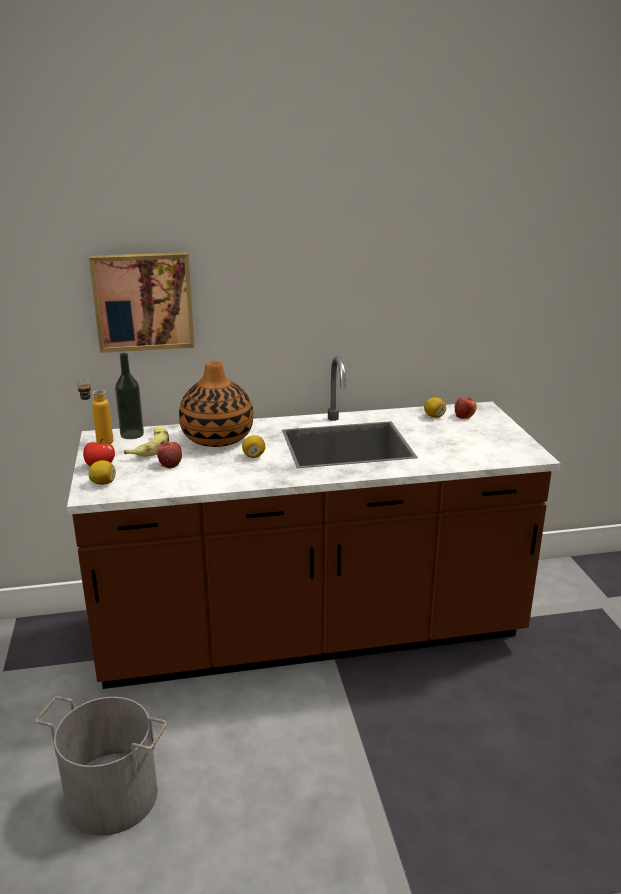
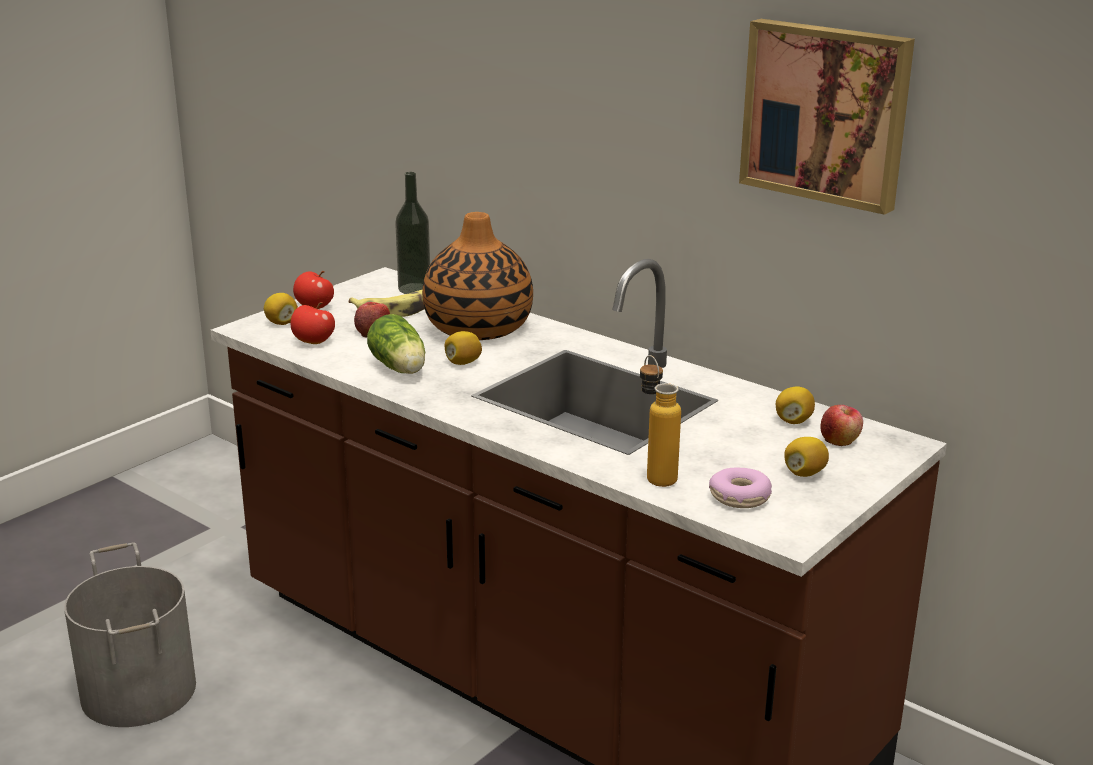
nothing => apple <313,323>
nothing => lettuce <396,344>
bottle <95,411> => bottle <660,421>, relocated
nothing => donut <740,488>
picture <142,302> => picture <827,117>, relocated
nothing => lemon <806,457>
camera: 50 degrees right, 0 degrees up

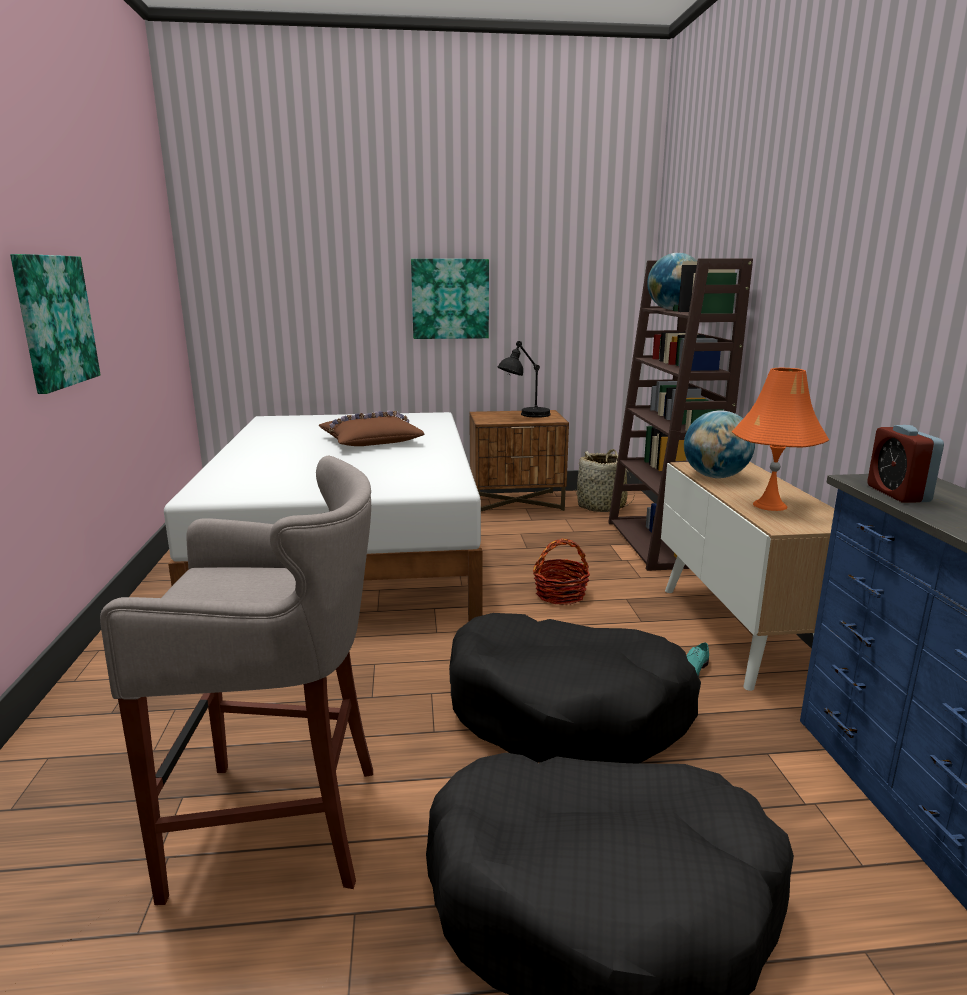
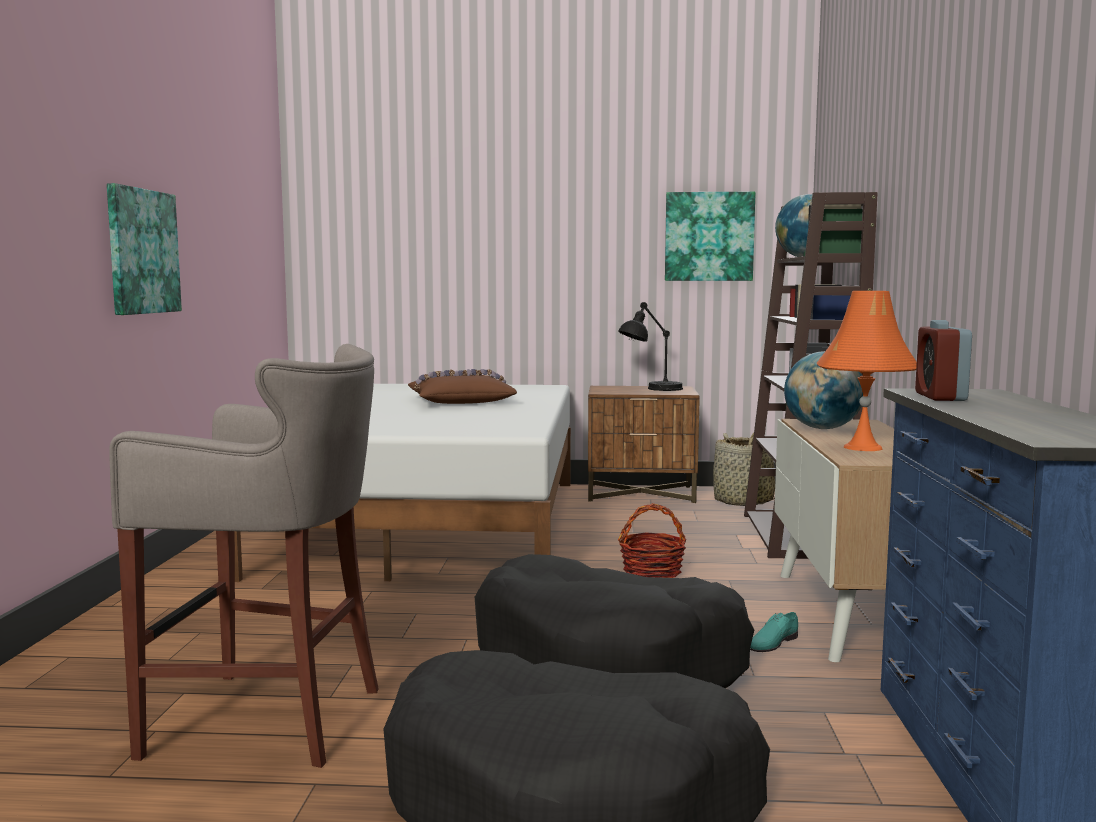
picture <450,299> => picture <710,236>, relocated
camera: 10 degrees right, 10 degrees down

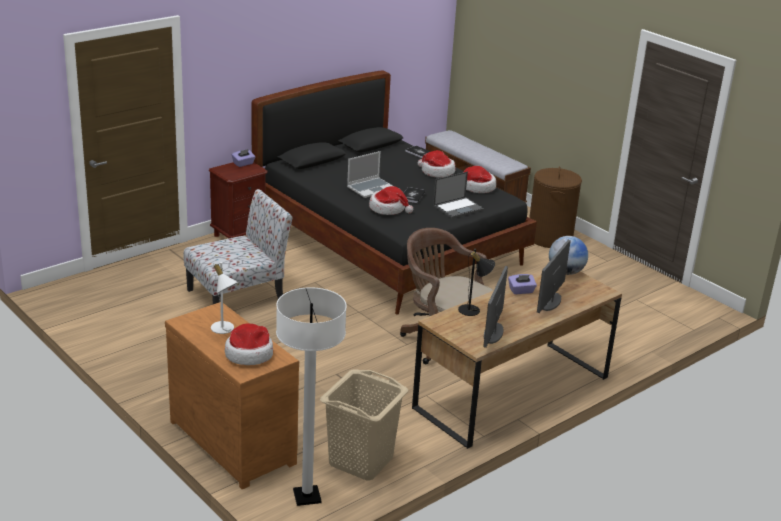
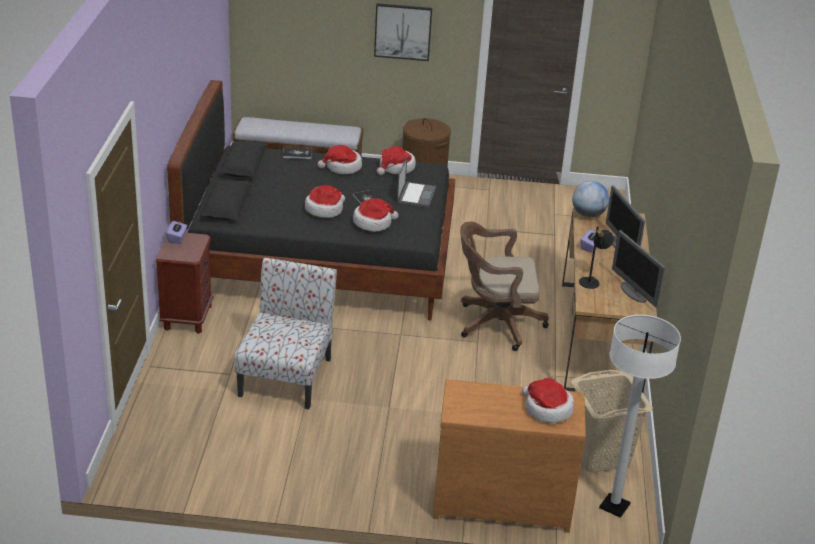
laptop <370,174> => hat <325,201>
nothing => picture <403,32>
white_table_lamp <224,298> => nothing
camera: 45 degrees left, 5 degrees up

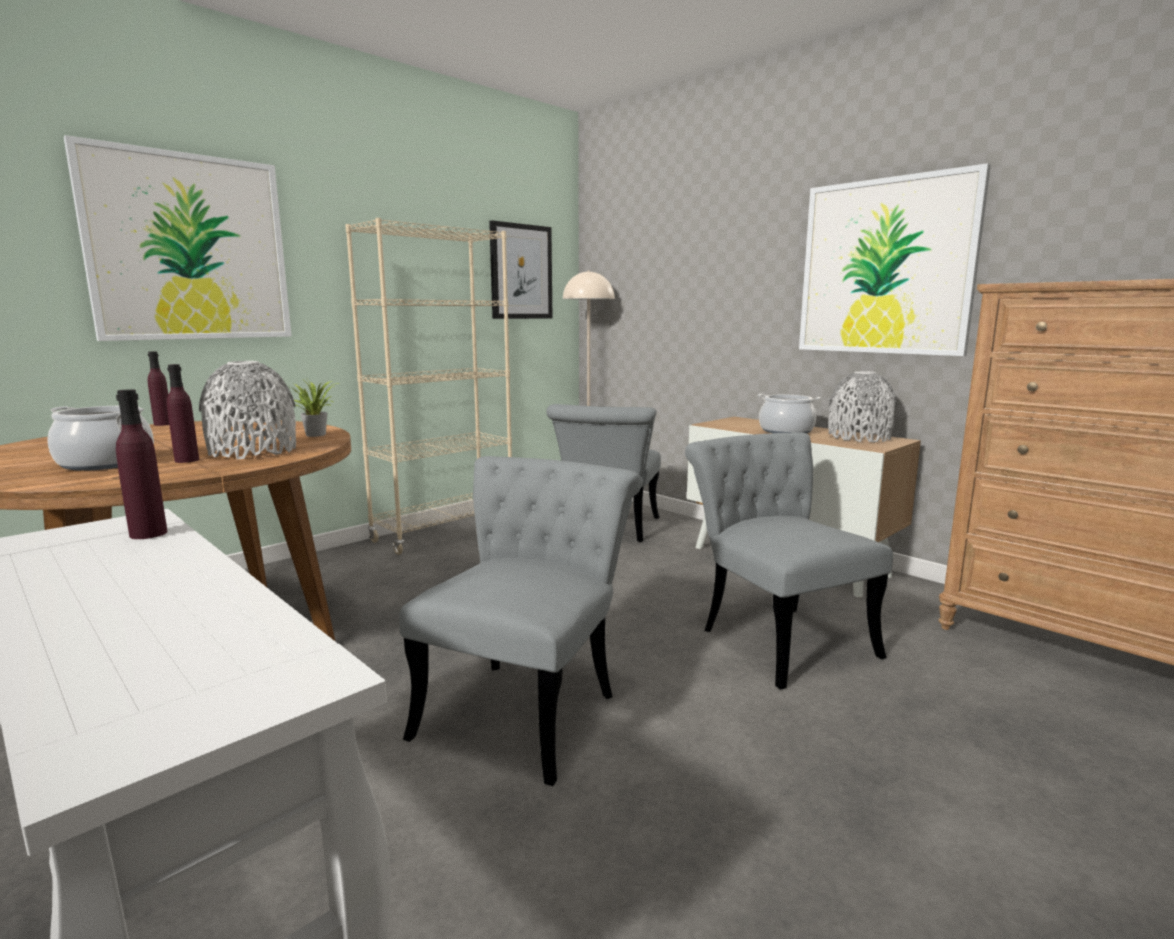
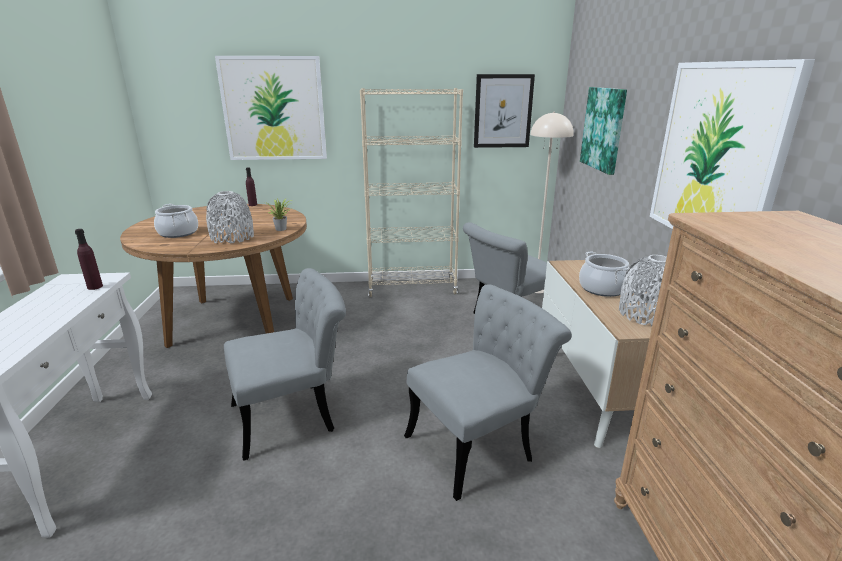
grey_chair <789,561> => grey_chair <488,392>, 45 degrees clockwise
nothing => picture <603,131>
purple_bottle <183,413> => nothing
camera: 40 degrees right, 10 degrees up

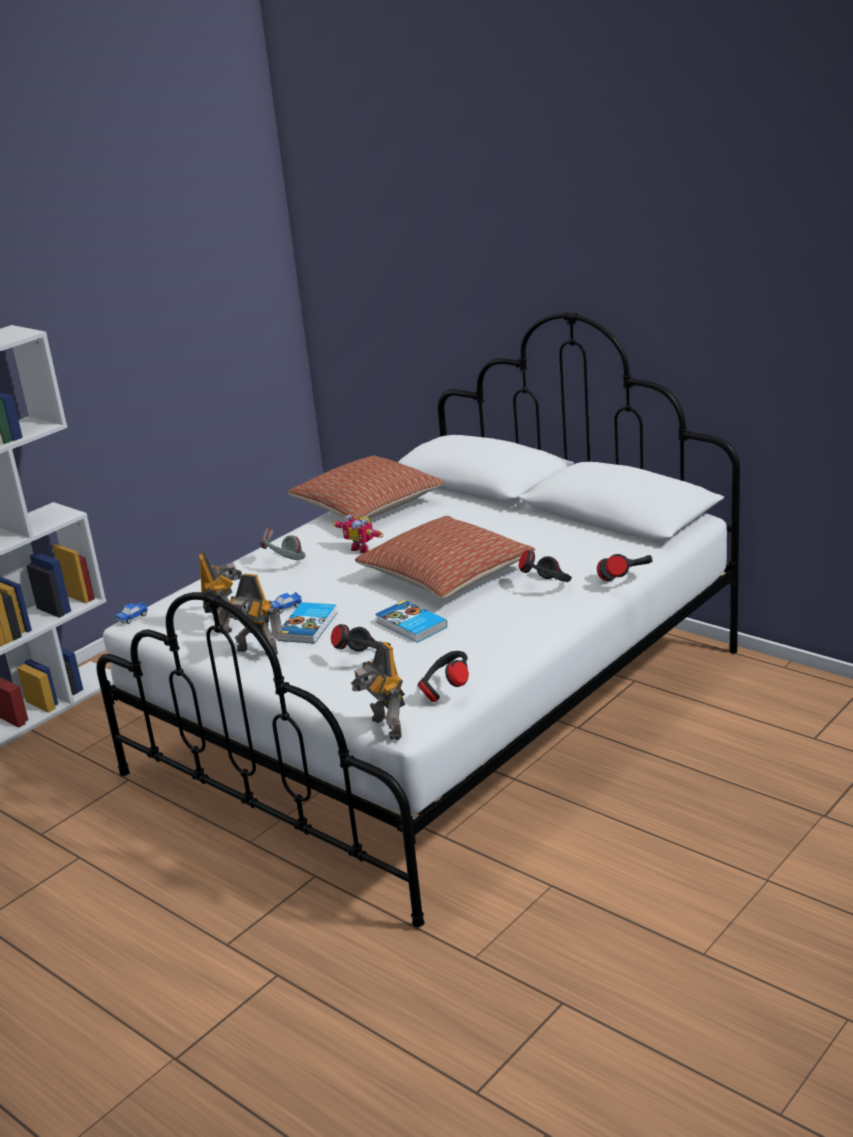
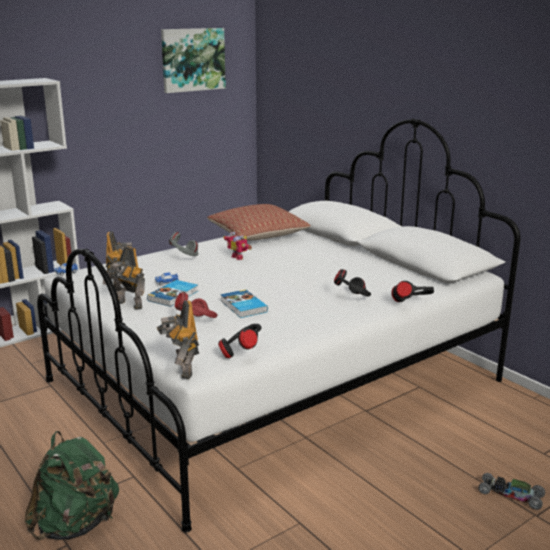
nothing => green_backpack <71,485>
nothing => picture <193,60>
black_headphones <361,638> => red_headphones <196,305>
nothing => toy_car <511,491>
pillow <445,557> => nothing
camera: 10 degrees right, 5 degrees down

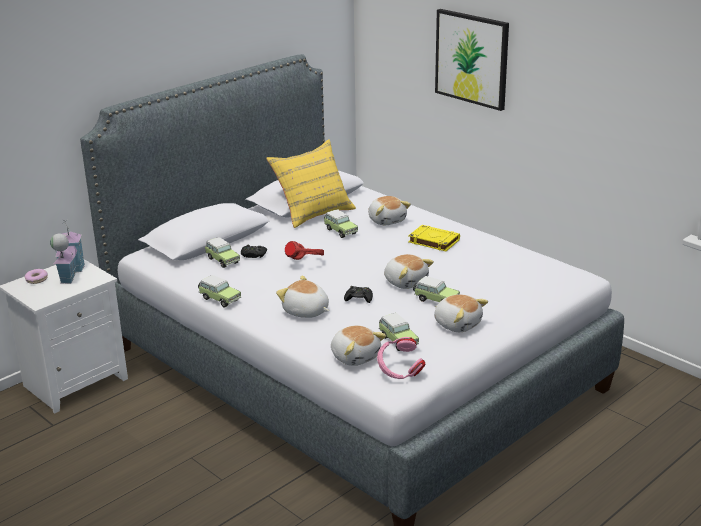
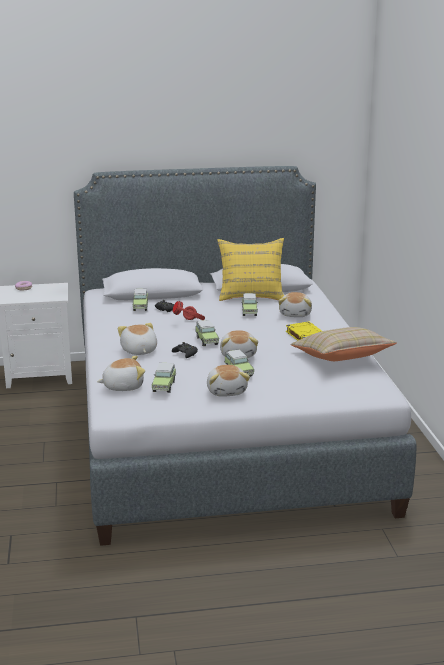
plush_toy <358,345> => plush_toy <121,373>, 105 degrees counterclockwise
toy_car <219,291> => toy_car <207,333>, relocated
nothing => beige_pillow <343,344>
toy_house <67,251> => nothing
pink_headphones <401,358> => nothing
picture <472,60> => nothing
camera: 35 degrees right, 5 degrees down

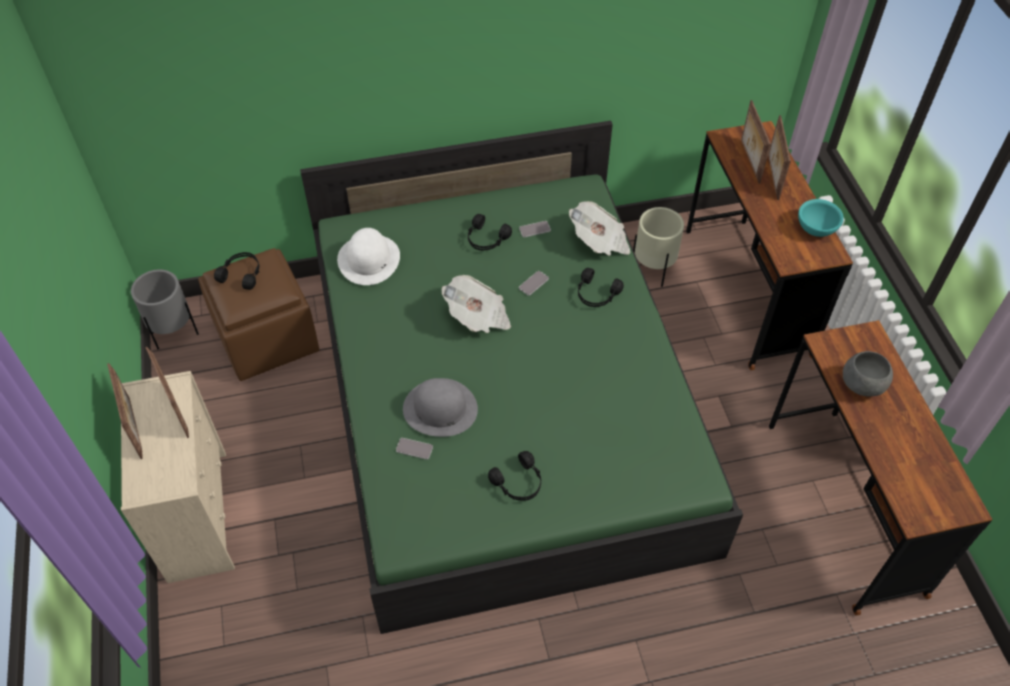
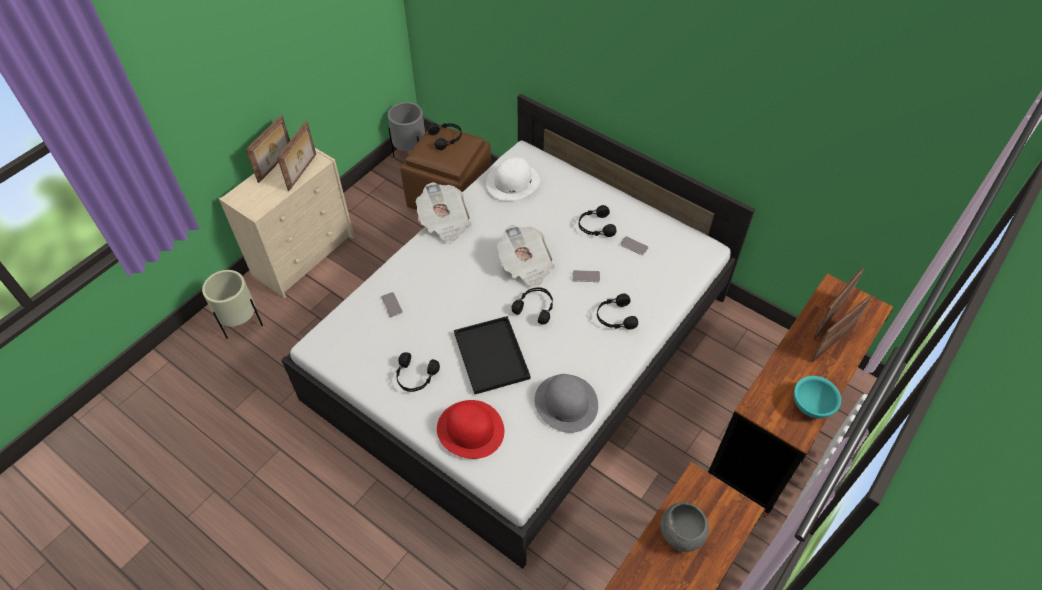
beige_planter <658,247> => beige_planter <232,304>, relocated
green_bed <521,377> => white_bed <518,331>
newspaper <600,228> => newspaper <444,213>, relocated
nothing => red_hat <470,429>
nothing => black_tray <492,355>
nothing => black_headphones <532,306>
grey_hat <440,407> => grey_hat <566,403>, relocated
camera: 50 degrees right, 0 degrees up

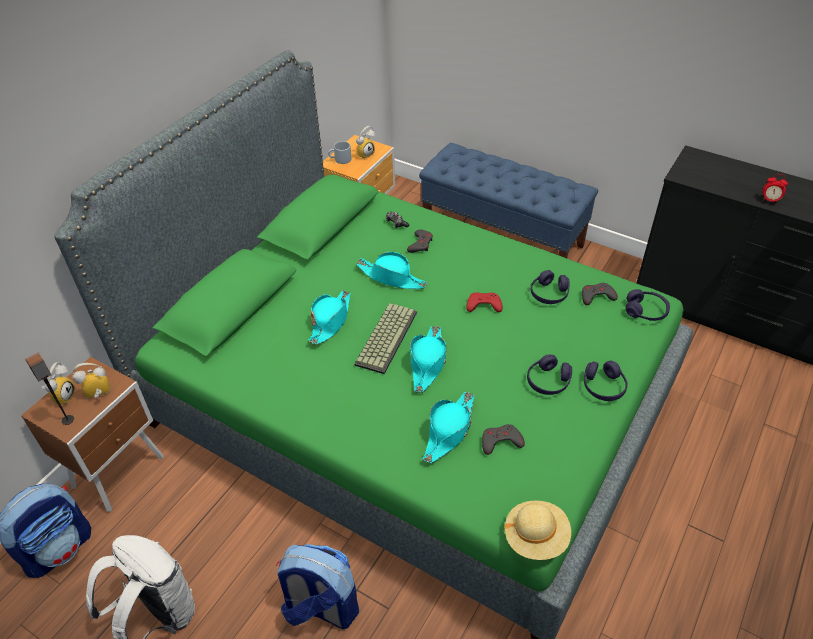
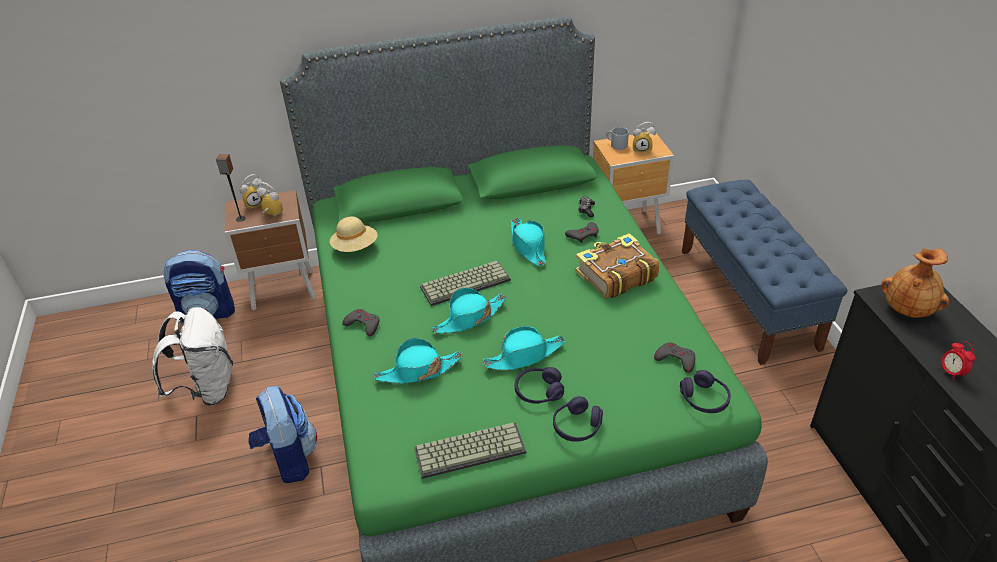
beige_hat <537,530> => beige_hat <354,234>, relocated
grey_game_controller <503,439> => grey_game_controller <360,322>, relocated
nothing => keyboard <470,451>
turquoise_hat <330,317> => turquoise_hat <524,348>, relocated
nothing => book <617,265>
nothing => brown_vase <915,283>
red_game_controller <484,302> => nothing
purple_headphones <550,287> => nothing
camera: 45 degrees right, 5 degrees down

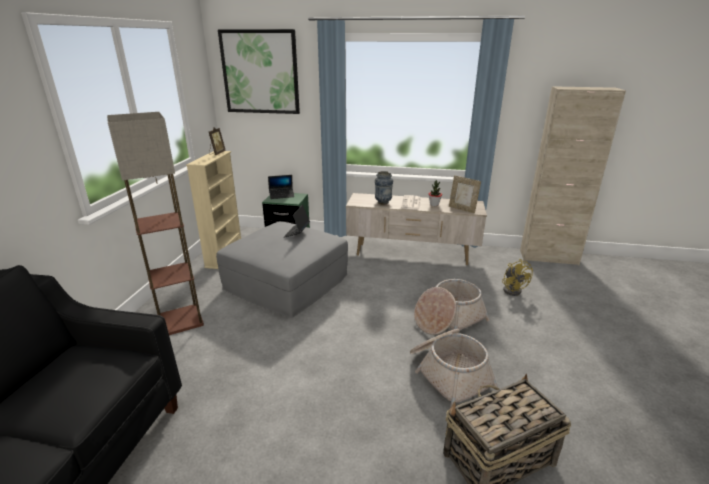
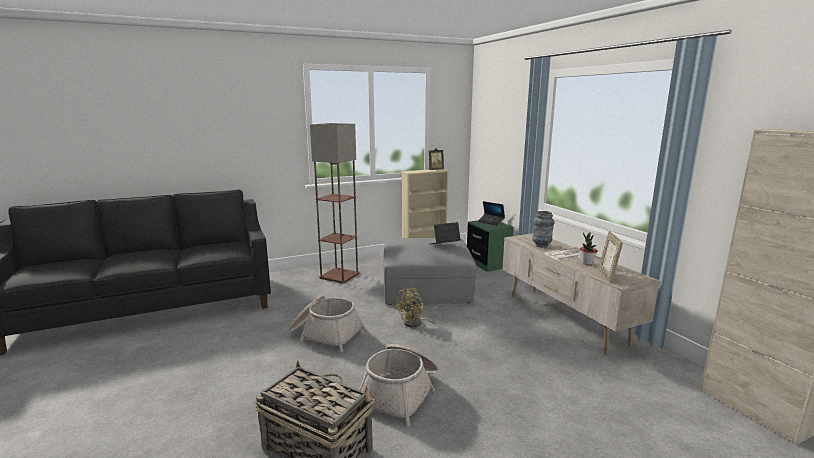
basket <452,307> => basket <327,323>, relocated
yellow_fan <517,277> => yellow_fan <419,308>, relocated
picture <259,71> => nothing
camera: 55 degrees right, 10 degrees down

